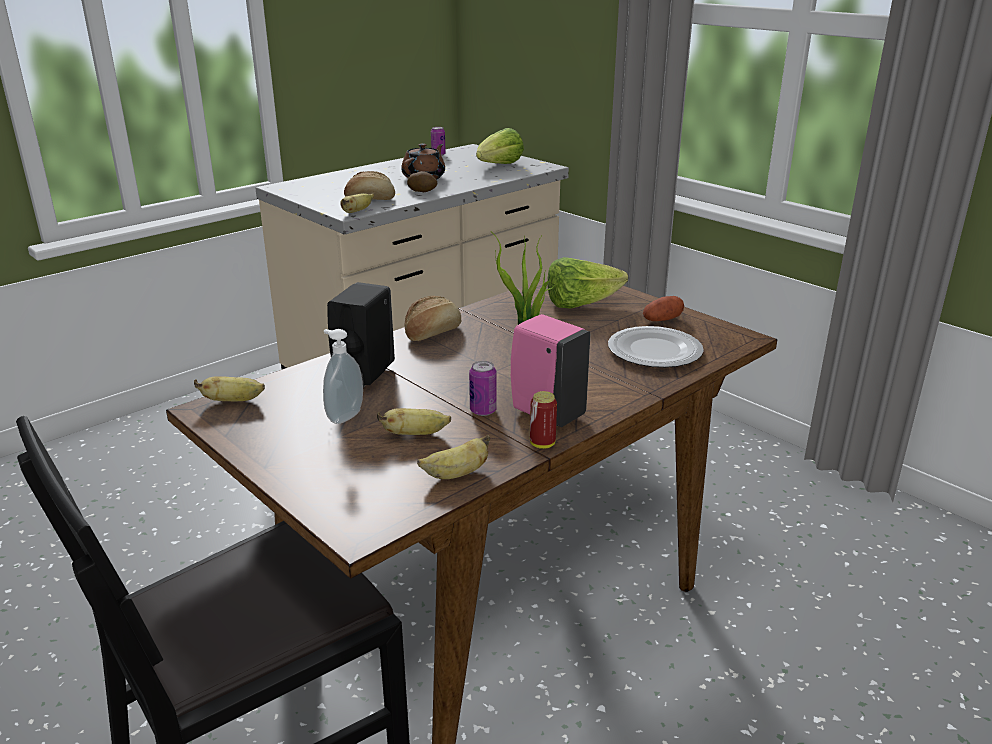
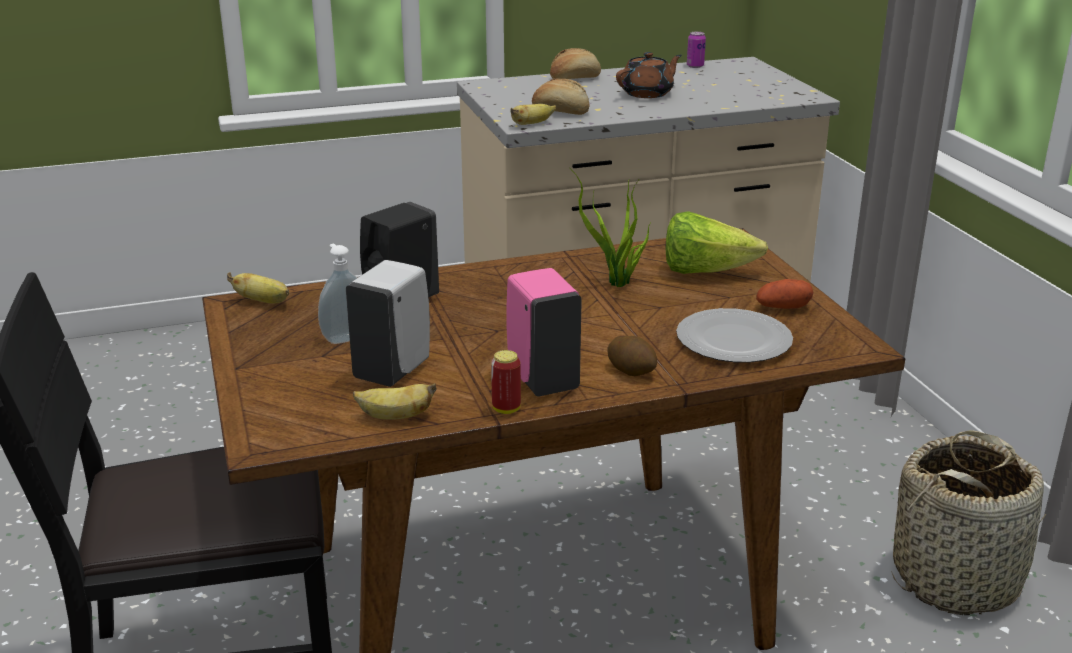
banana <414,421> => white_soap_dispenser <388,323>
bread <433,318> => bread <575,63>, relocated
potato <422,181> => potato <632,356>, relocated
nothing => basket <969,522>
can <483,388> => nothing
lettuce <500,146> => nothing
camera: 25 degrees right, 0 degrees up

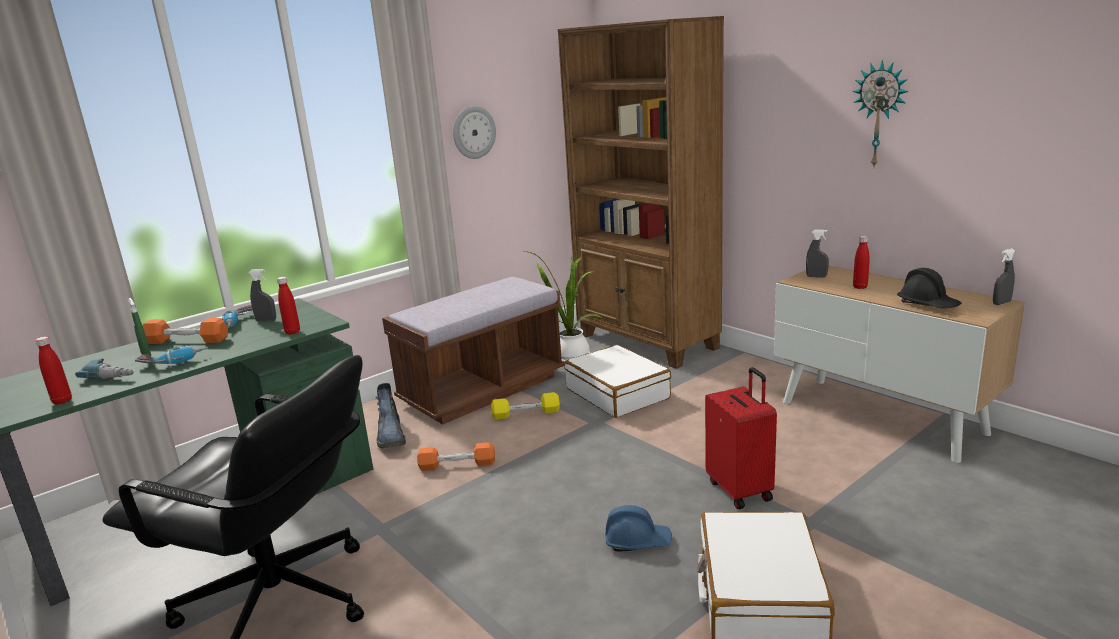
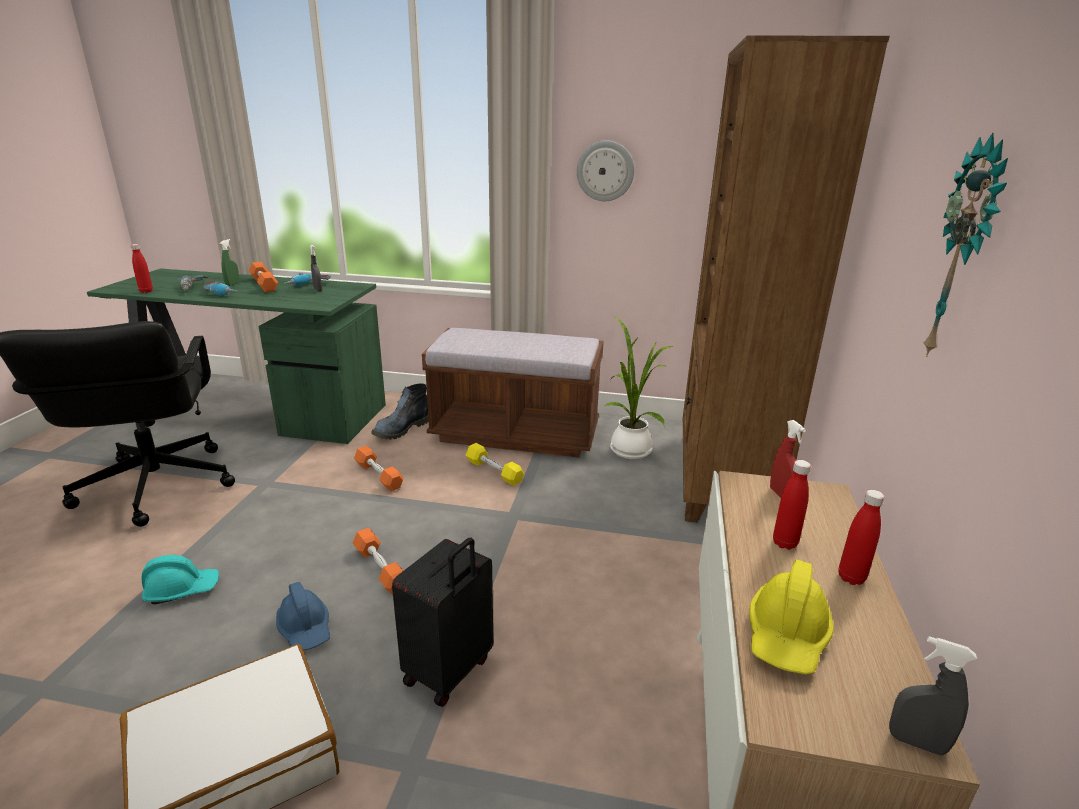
nothing => turquoise_hard_hat <180,579>
nothing => orange_dumbbell <378,561>
red_suitcase <741,438> => black_suitcase <442,622>
black_hard_hat <929,288> => yellow_hard_hat <791,617>
grey_spray_bottle <817,253> => red_spray_bottle <788,459>
red_bottle <288,306> => red_bottle <862,537>, relocated
white_suitcase <617,381> => nothing
camera: 50 degrees right, 5 degrees up

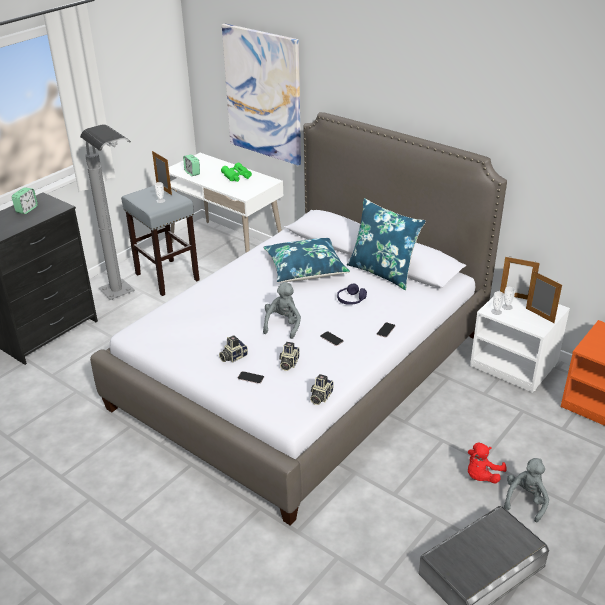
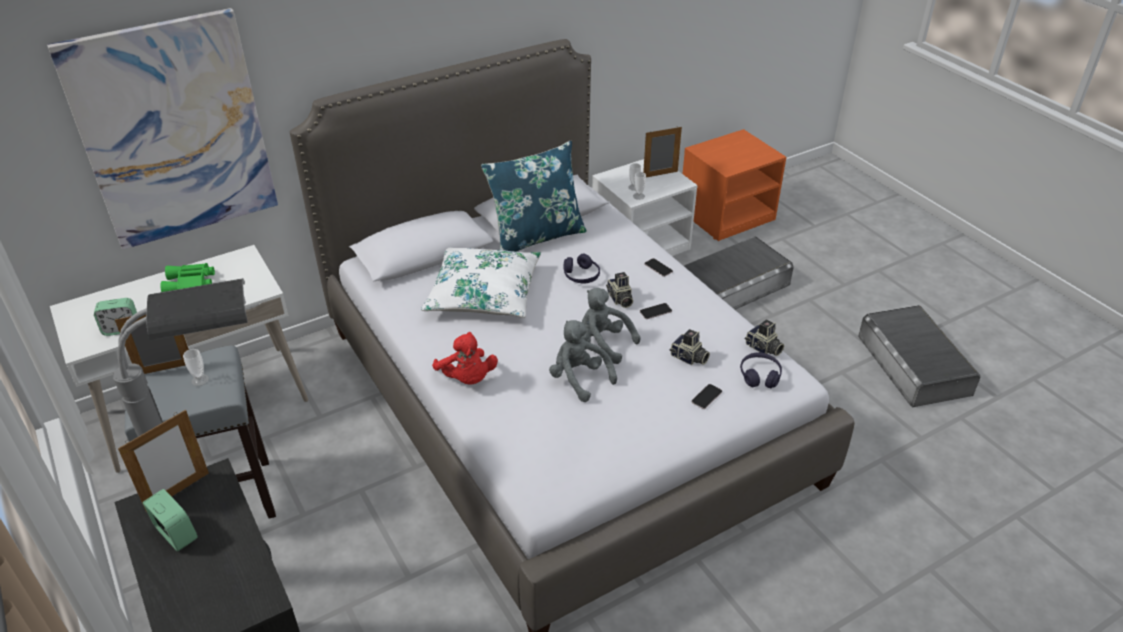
picture_frame <520,278> => picture_frame <163,461>, relocated
blue_pillow <306,260> => white_pillow <481,283>
red_plush_toy <487,463> => red_plush_toy <465,358>, relocated
grey_plush_toy <526,490> => grey_plush_toy <583,361>, relocated
photo_camera <233,348> => photo_camera <619,290>, relocated
nothing => grey_storage_box <739,273>
nothing => purple_headphones <761,370>
camera: 70 degrees left, 5 degrees up

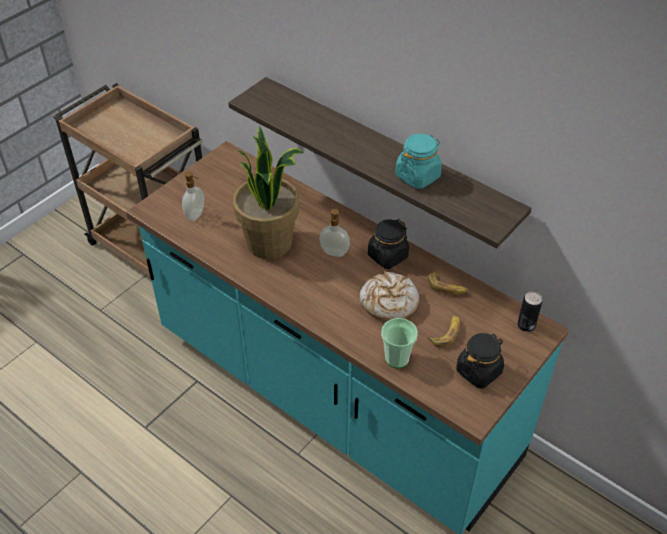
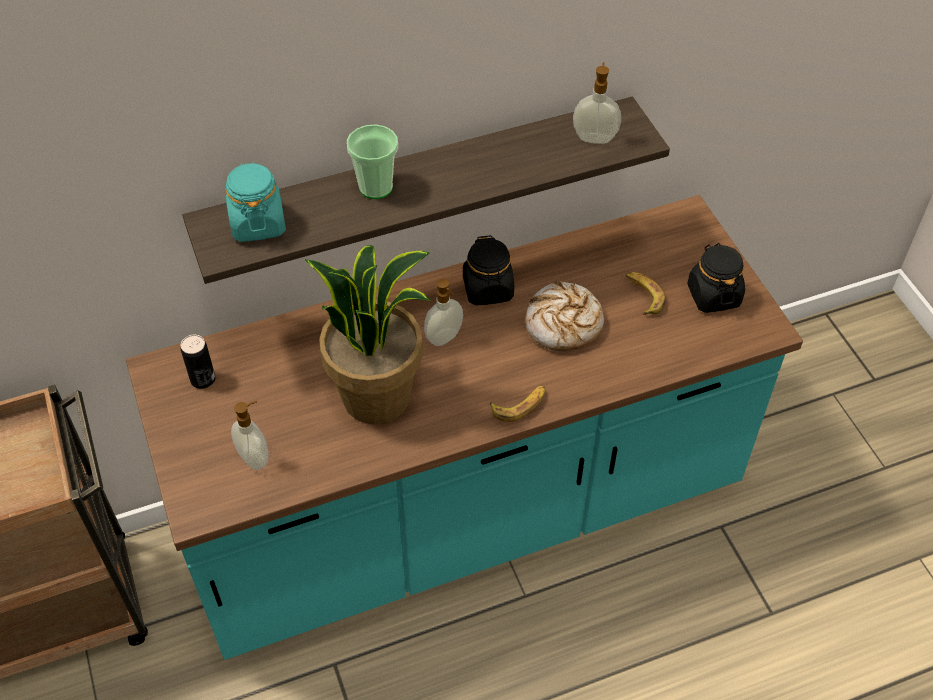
can <530,312> => can <198,362>, relocated
turquoise_jar <419,161> => turquoise_jar <255,201>, relocated
cup <399,343> => cup <372,162>, relocated
banana <447,283> => banana <517,403>, relocated
nothing => soap_dispenser <597,103>
camera: 60 degrees left, 5 degrees up

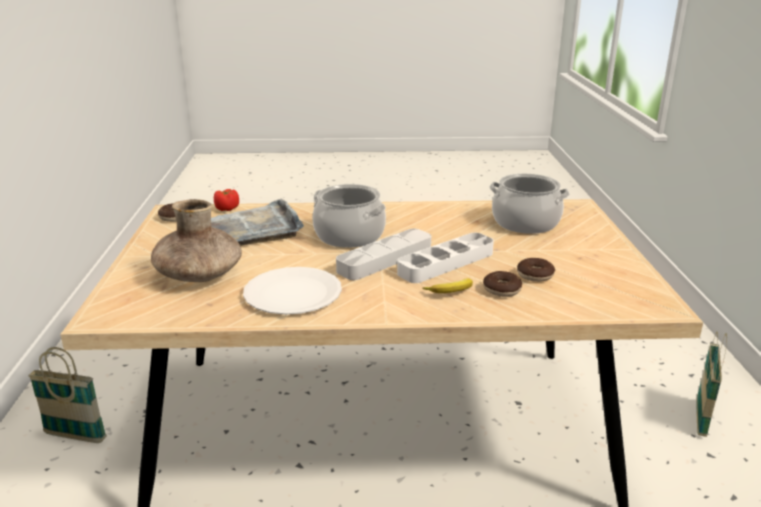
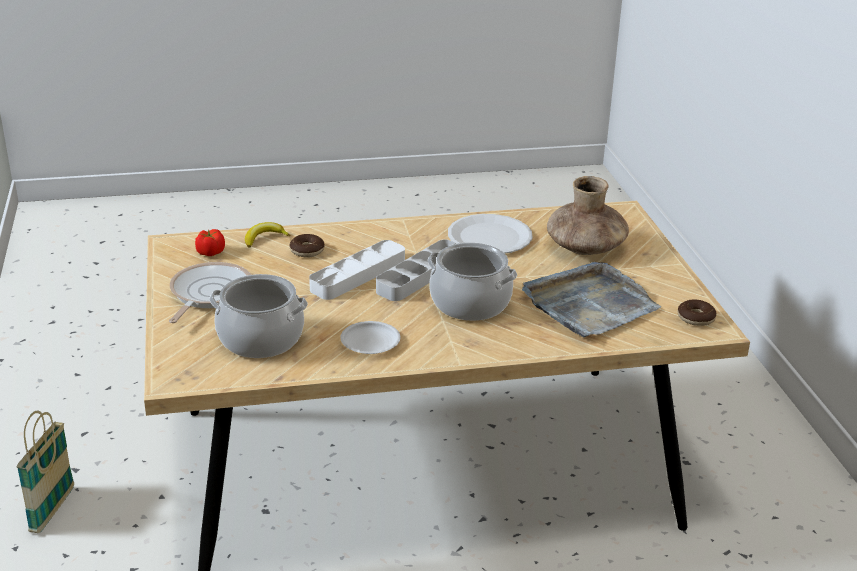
nothing => frying_pan <210,292>
tomato <226,200> => tomato <210,242>, relocated
banana <447,285> => banana <267,234>, relocated
nothing => white_plate <370,337>
basket <67,395> => nothing
donut <536,270> => nothing
camera: 170 degrees right, 5 degrees up

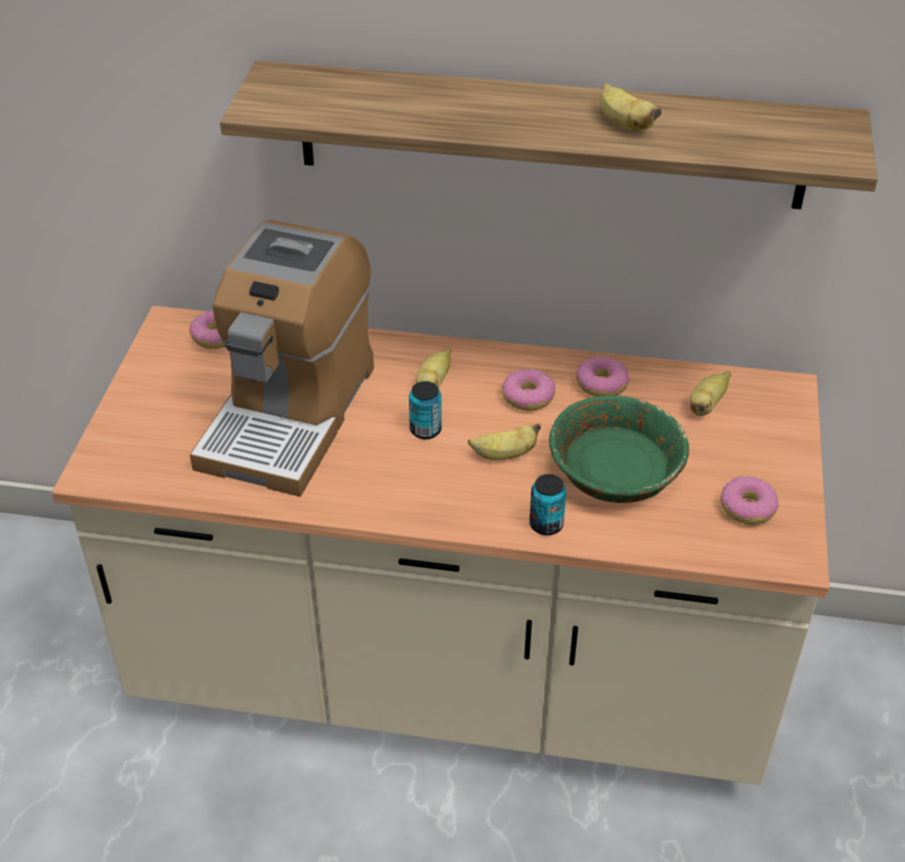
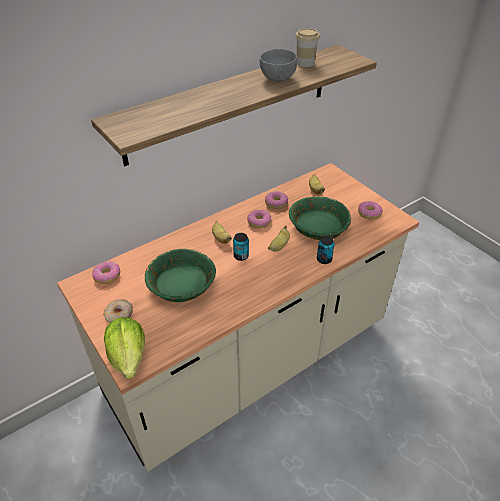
nothing => donut <118,311>
nothing => lettuce <124,348>
coffee_machine <282,358> => green_bowl <180,275>
banana <631,107> => grey_bowl <278,65>
nothing => cup <308,47>
camera: 45 degrees left, 0 degrees up

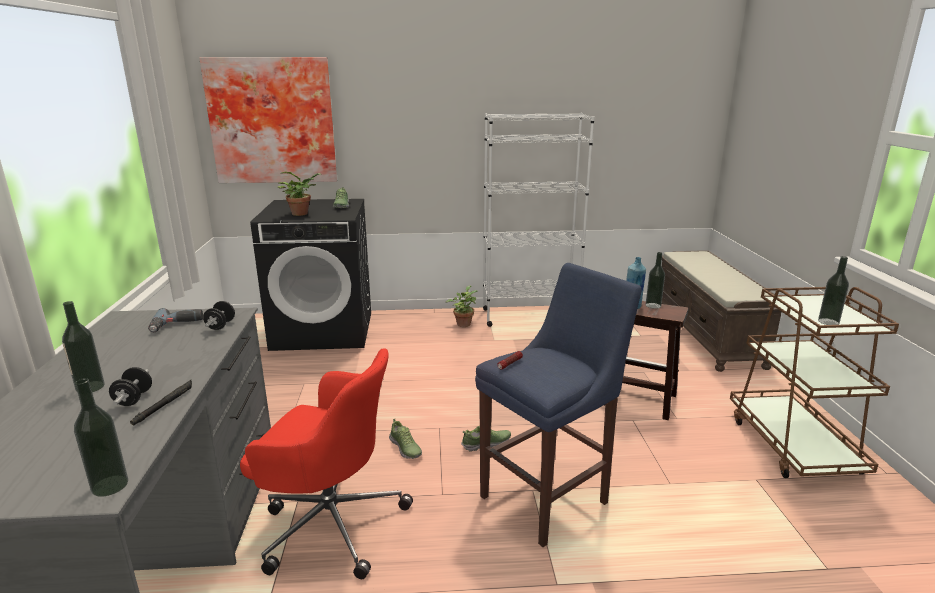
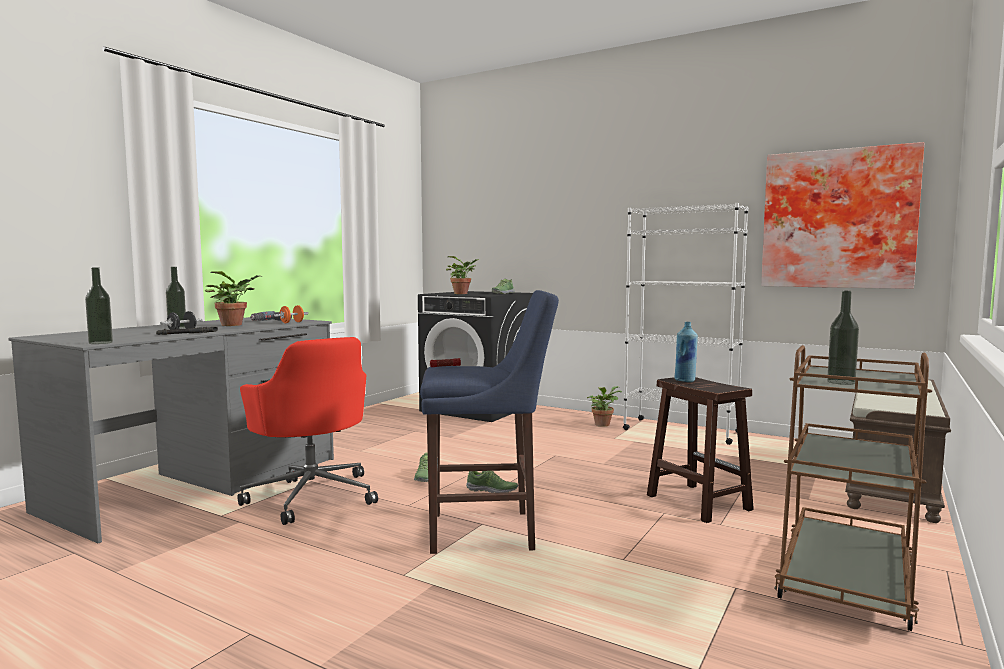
nothing => potted_plant <233,298>
black_dumbbell <219,315> => orange_dumbbell <291,314>
picture <268,120> => picture <842,215>, relocated
bottle <655,280> => nothing
camera: 35 degrees right, 15 degrees down

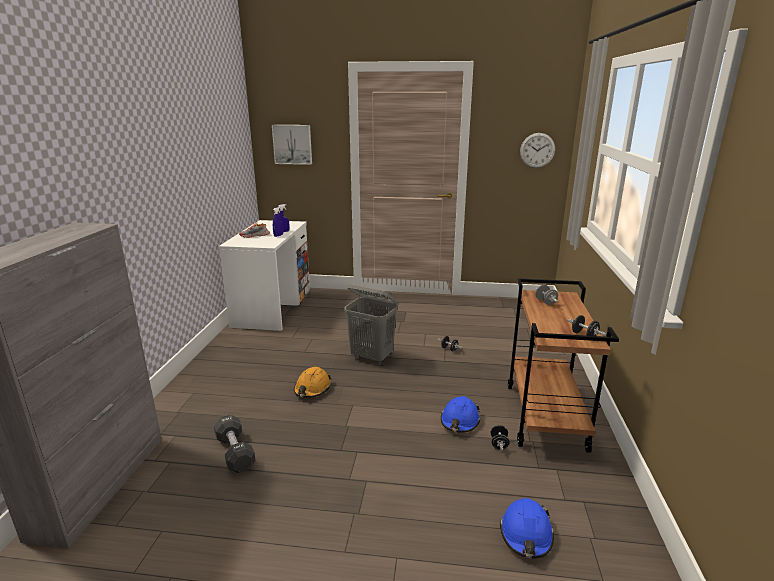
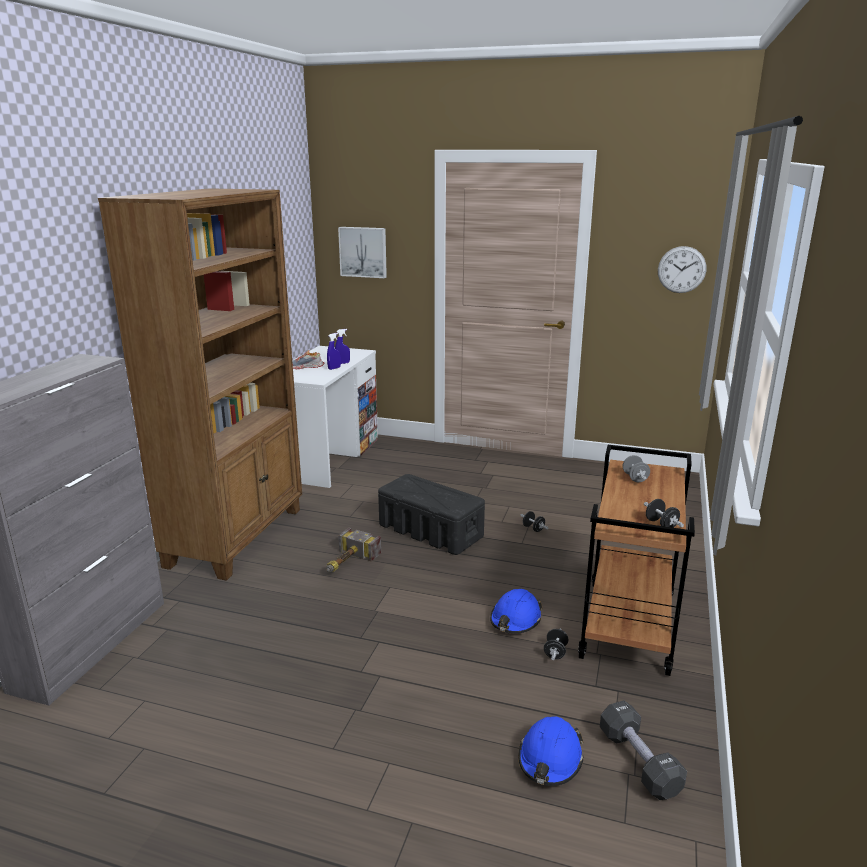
nothing => brown_bookcase <200,384>
orange_hard_hat <313,382> => hammer <353,550>
grey_laundry_basket <371,325> => black_storage_box <431,514>
black_dumbbell <235,444> => black_dumbbell <643,750>, relocated
camera: 10 degrees right, 0 degrees up

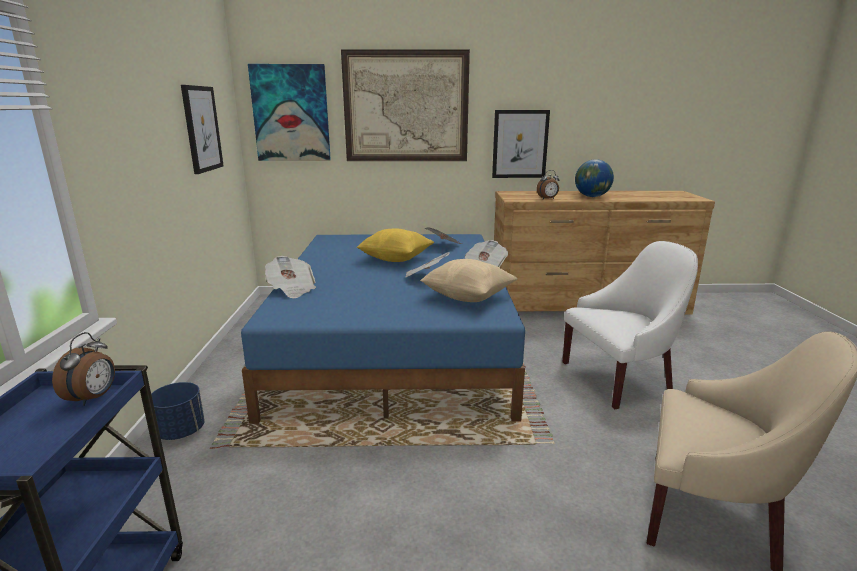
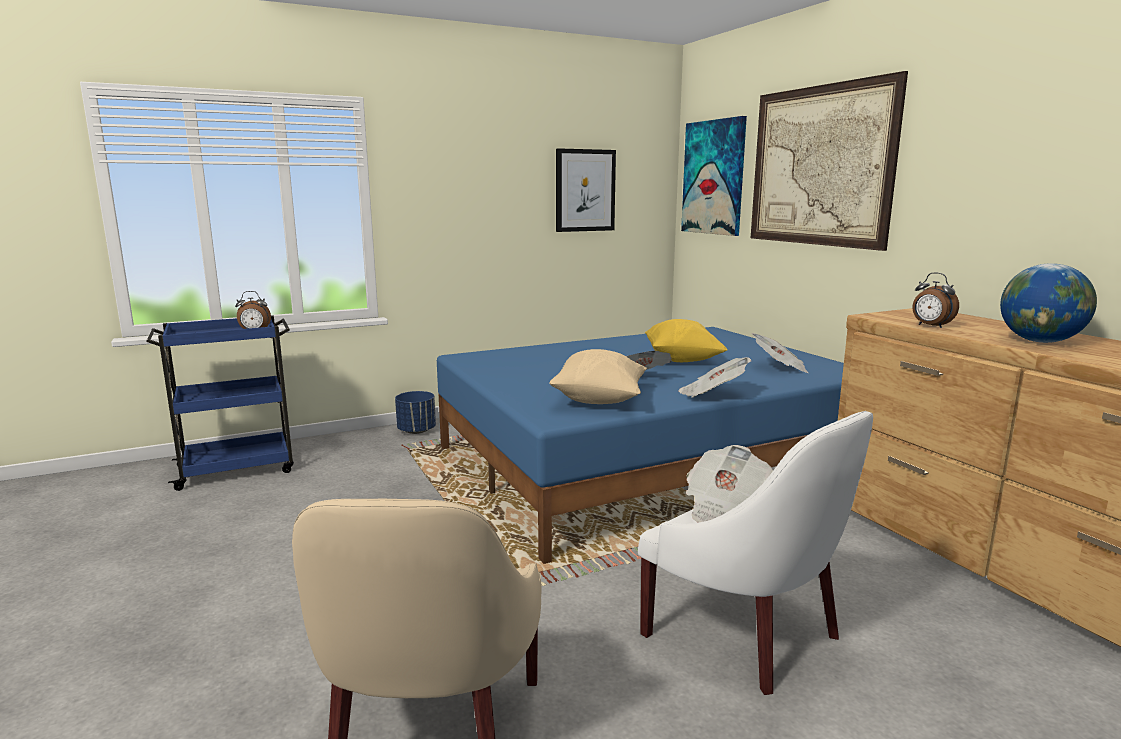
newspaper <290,277> => newspaper <729,484>, relocated
picture <521,144> => nothing
camera: 65 degrees right, 5 degrees down

